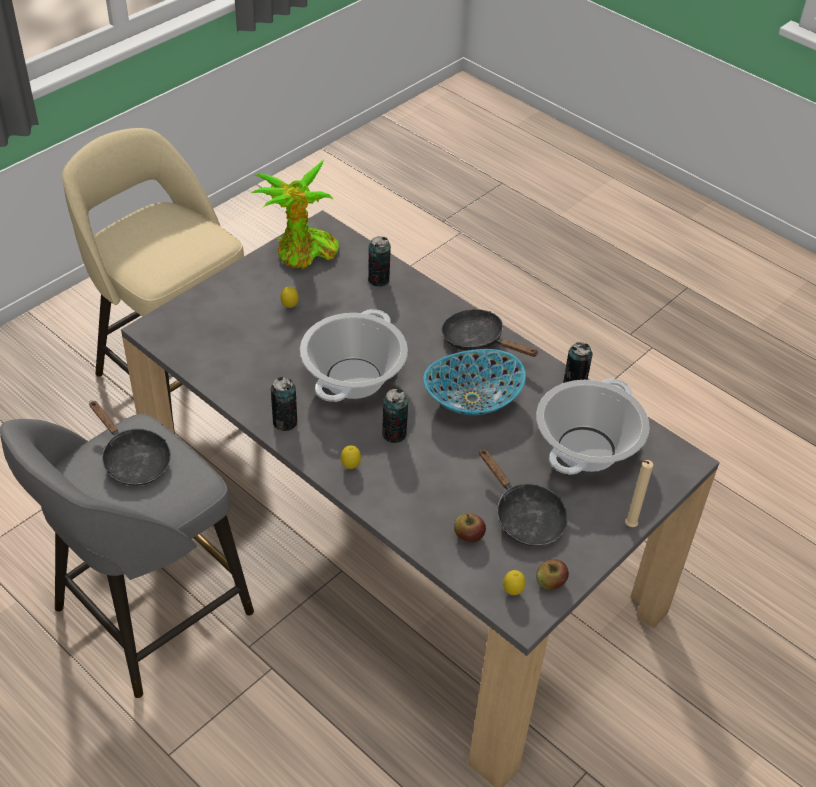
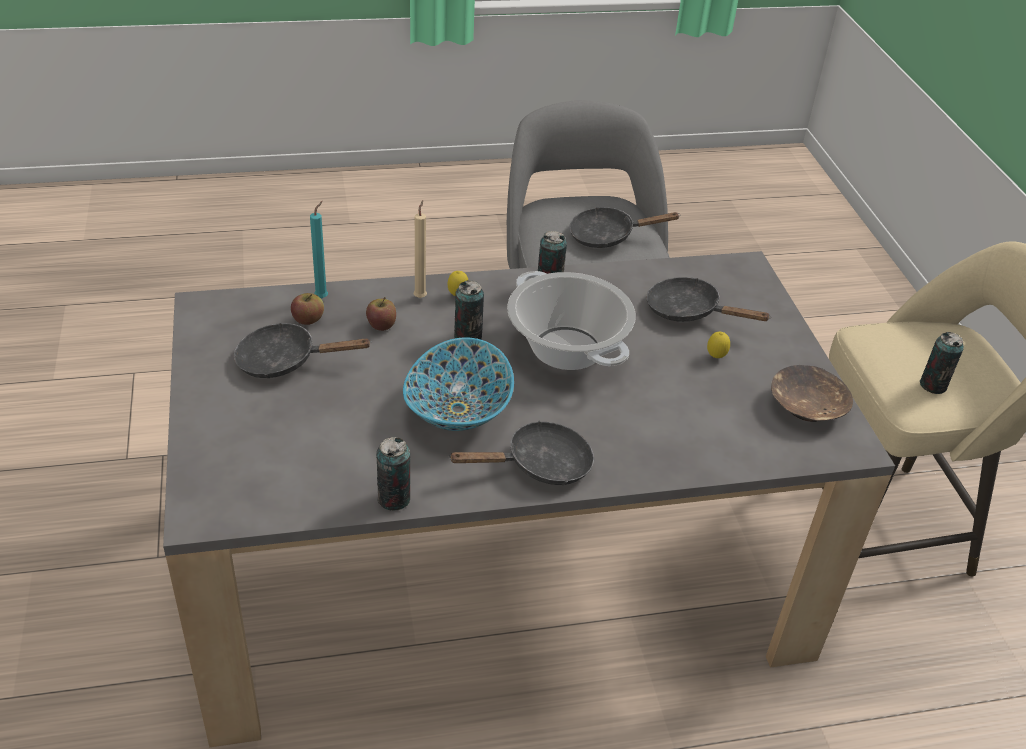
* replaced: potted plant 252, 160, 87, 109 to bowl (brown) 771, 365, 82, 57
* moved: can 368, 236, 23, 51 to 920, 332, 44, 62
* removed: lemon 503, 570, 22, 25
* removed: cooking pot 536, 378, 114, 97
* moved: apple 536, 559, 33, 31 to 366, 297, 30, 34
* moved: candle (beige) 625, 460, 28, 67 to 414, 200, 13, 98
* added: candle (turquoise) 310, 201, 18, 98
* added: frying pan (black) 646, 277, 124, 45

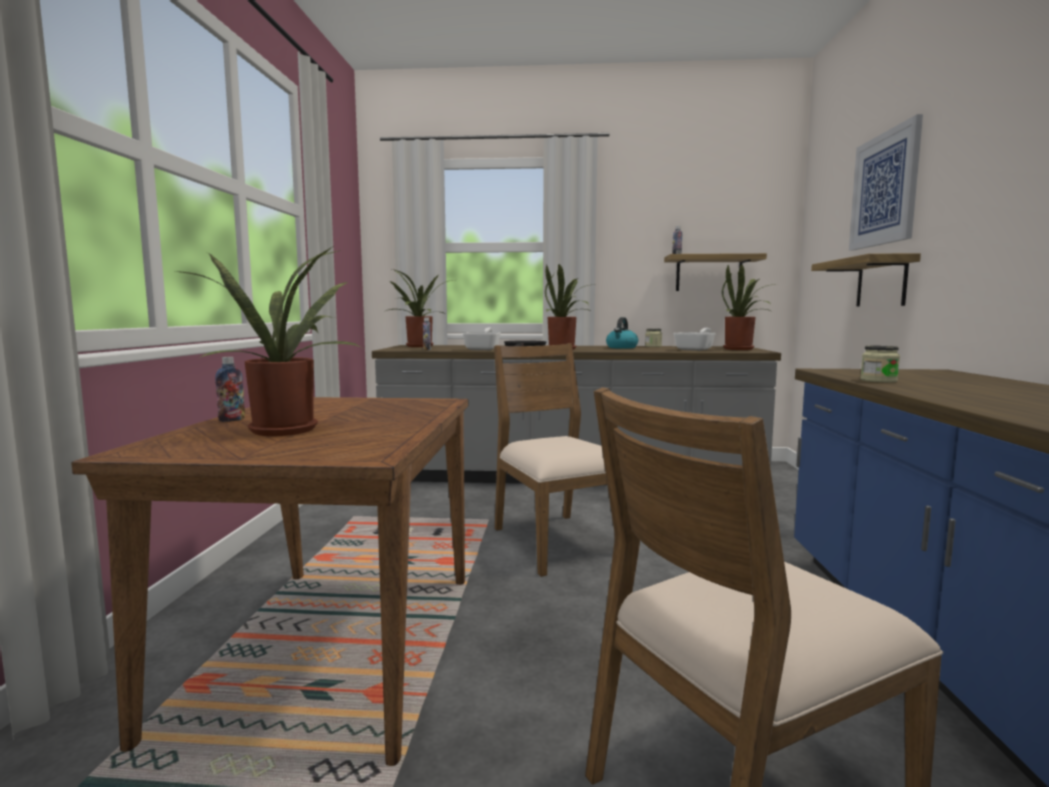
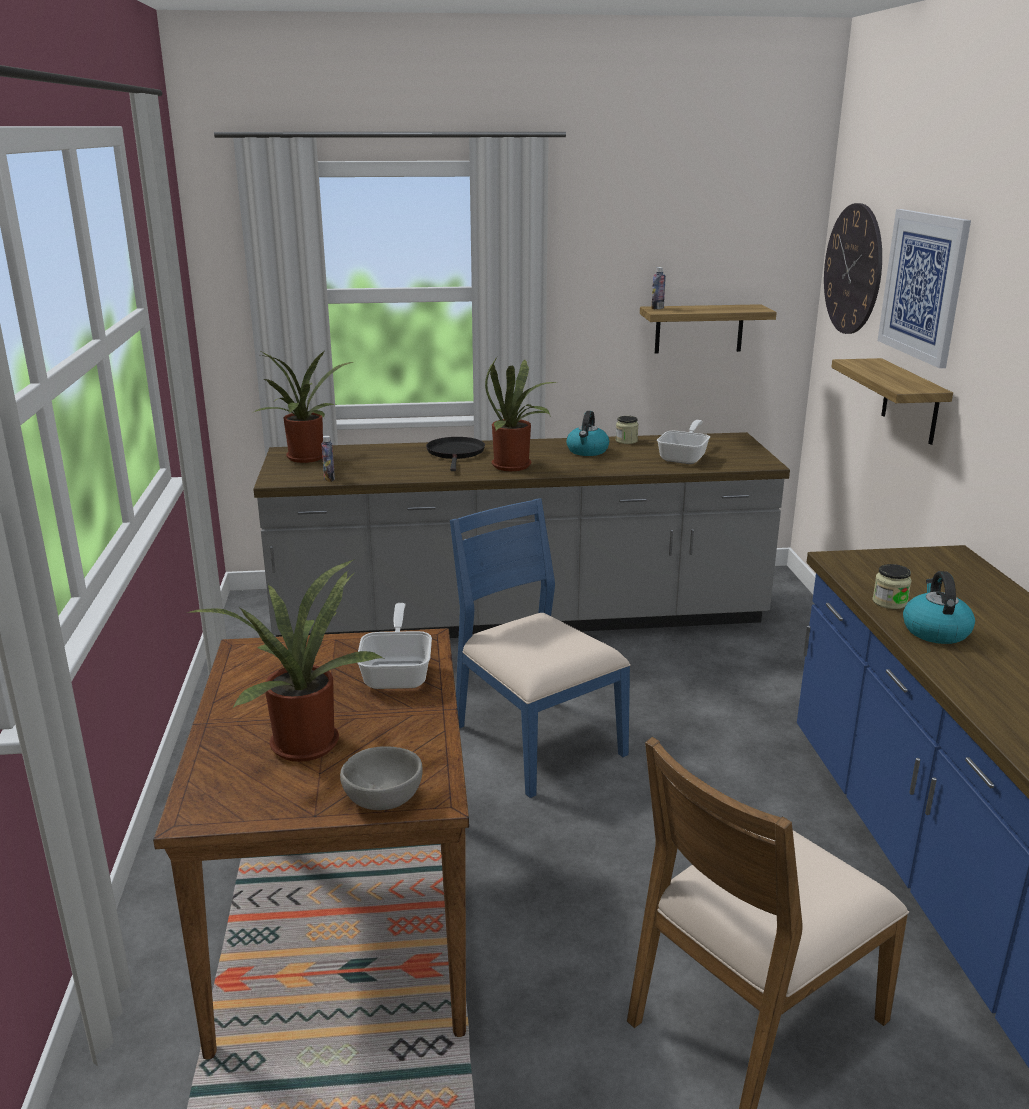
* removed: bottle 215, 357, 30, 65
* moved: frying pan 462, 327, 39, 23 to 358, 603, 74, 86
* recoloured: chair (brown) 494, 343, 113, 234 to chair (blue) 450, 498, 181, 300
* removed: potted plant 722, 264, 54, 86
* added: bowl (grey) 340, 746, 82, 64
* added: wall clock 824, 203, 58, 131
* added: kettle 903, 571, 72, 73

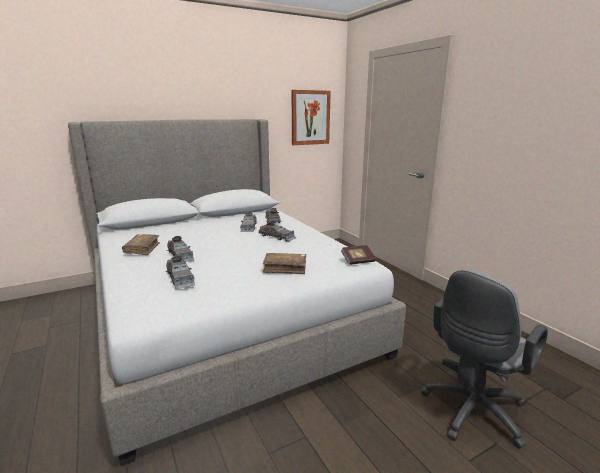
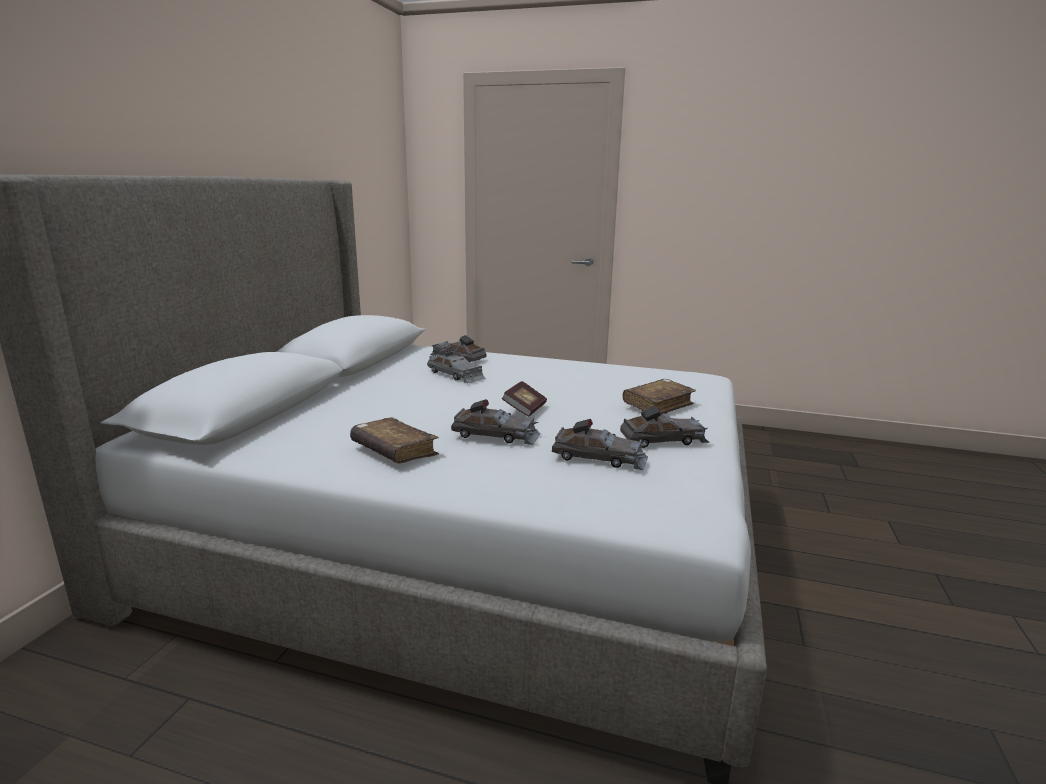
* moved: toy car (grey) 259, 221, 37, 21 to 620, 406, 90, 42
* removed: picture 292, 90, 39, 55
* moved: book 341, 245, 35, 20 to 502, 381, 45, 36
* removed: office chair (grey) 421, 269, 127, 180

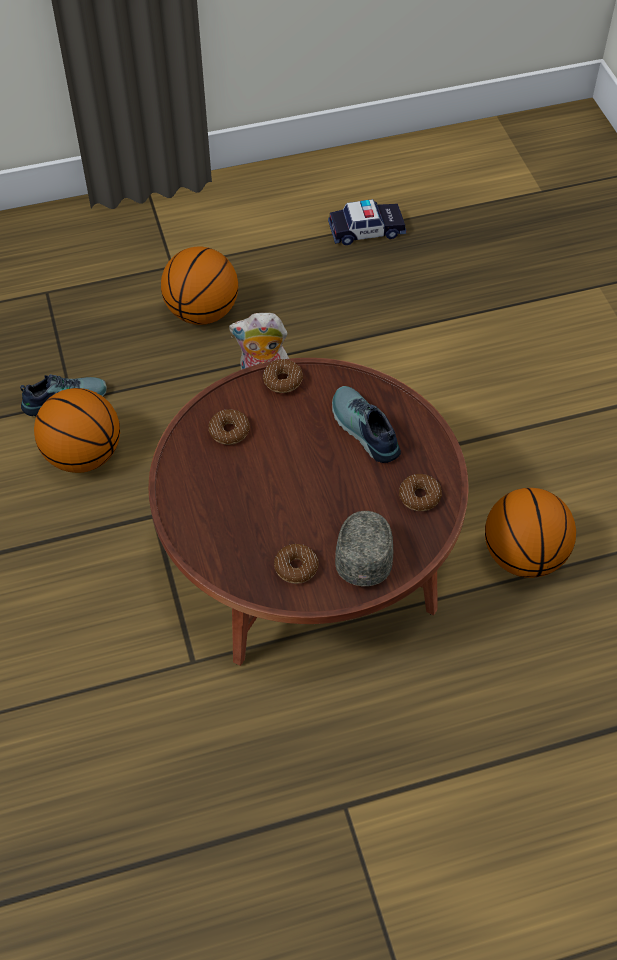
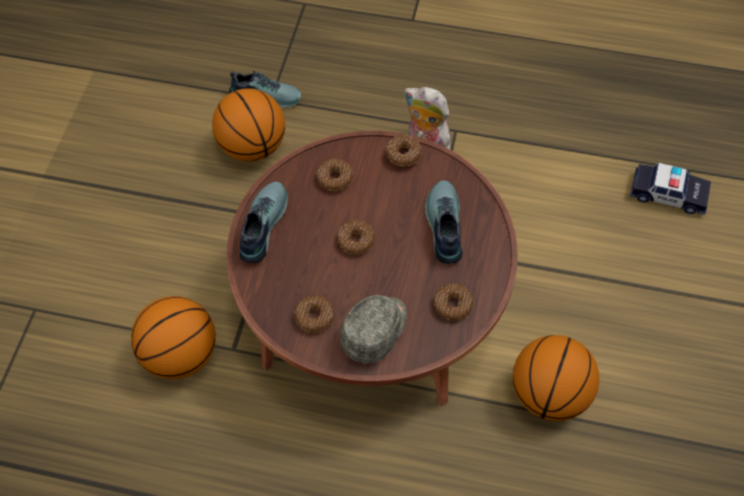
* moved: basketball 161, 247, 77, 78 to 131, 296, 85, 83
* moved: toy car 328, 199, 78, 46 to 630, 163, 81, 52
* added: shoe 240, 182, 48, 81
* added: donut 337, 220, 38, 35

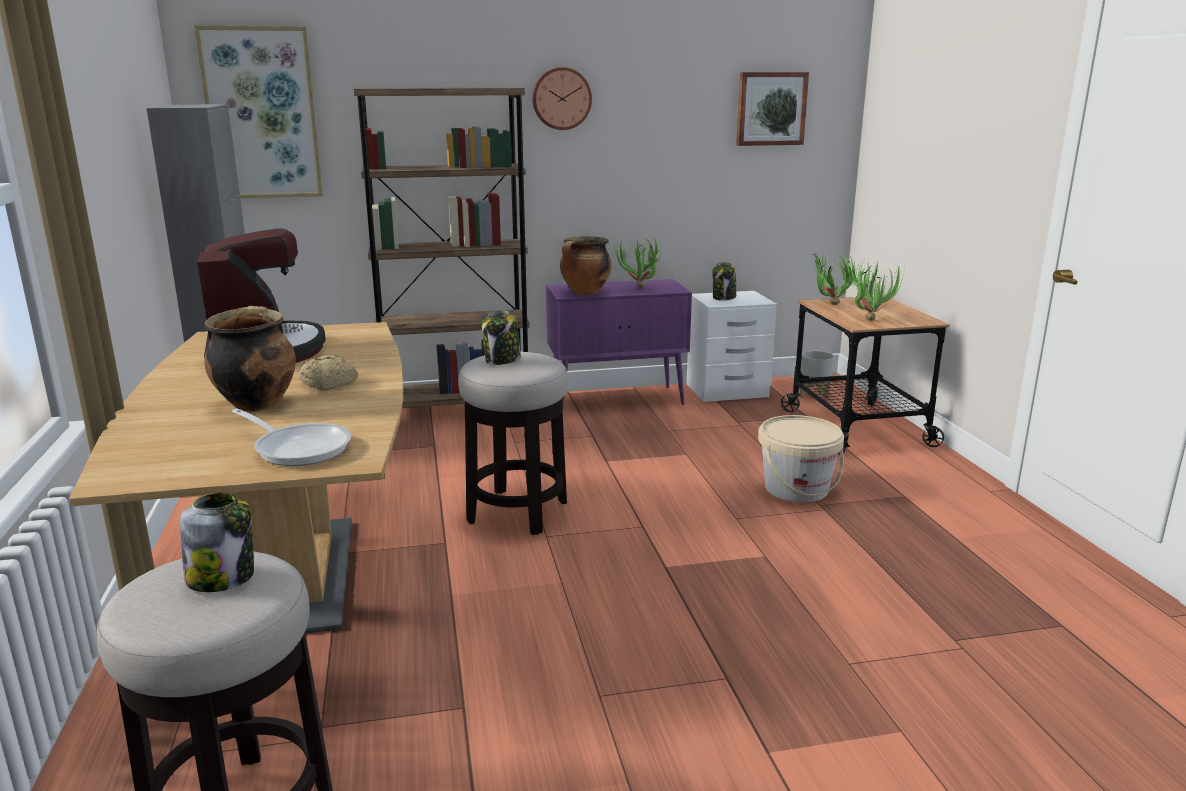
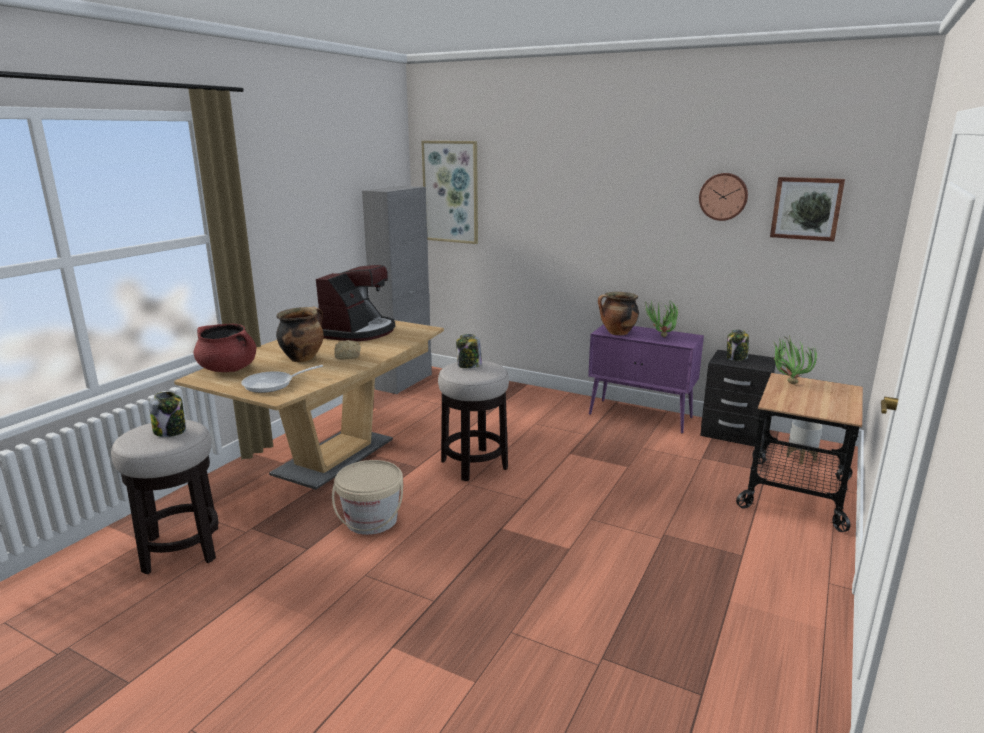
* turned: frying pan 232, 408, 119, 58 = 241, 365, 82, 28 75 degrees clockwise
* removed: bookcase (brown) 354, 87, 175, 321
* moved: wall clock 532, 67, 60, 63 to 699, 173, 49, 48
* recoloured: nightstand (white) 687, 291, 90, 111 to nightstand (black) 700, 350, 76, 97
* moved: bucket (beige) 758, 415, 86, 87 to 332, 460, 71, 75
* removed: potted plant 847, 260, 58, 61
* added: cooking pot (red) 193, 324, 63, 48

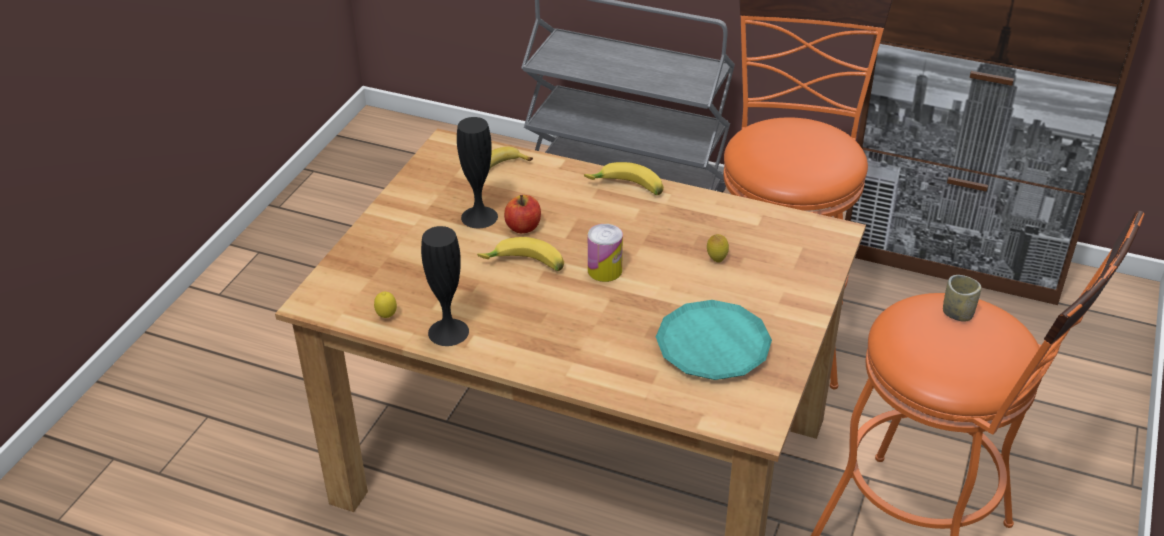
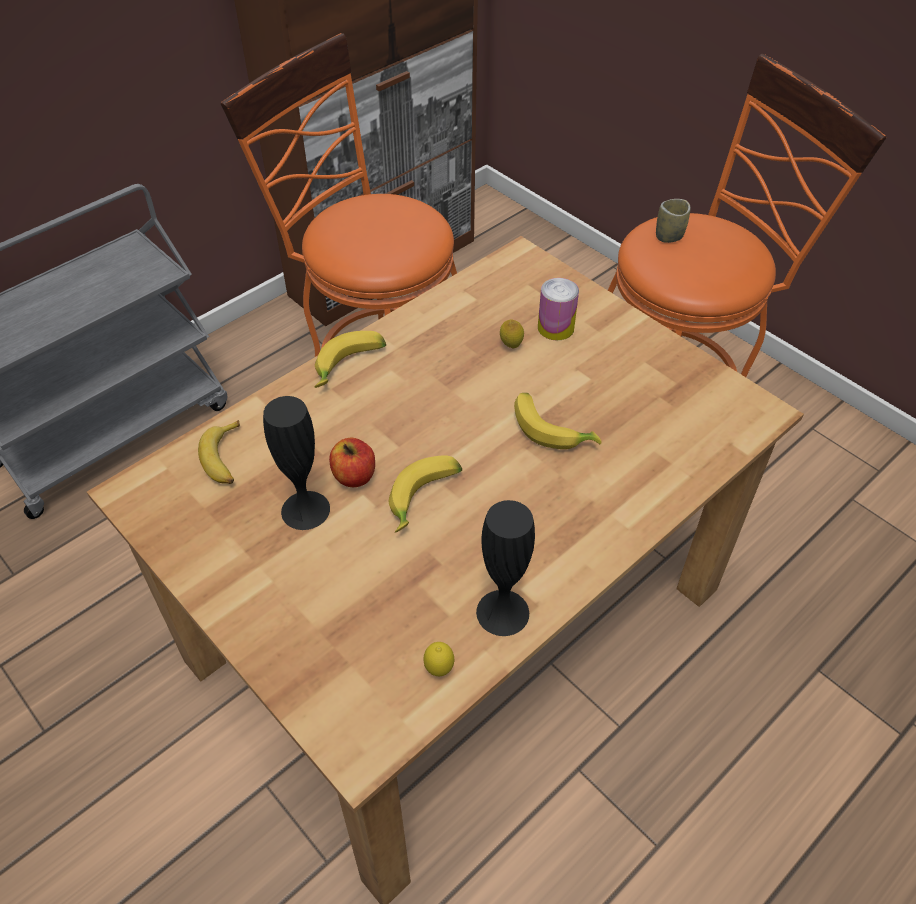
* moved: can 588, 224, 35, 58 to 538, 278, 41, 63
* removed: plate (turquoise) 656, 300, 116, 80
* added: banana 514, 393, 88, 56

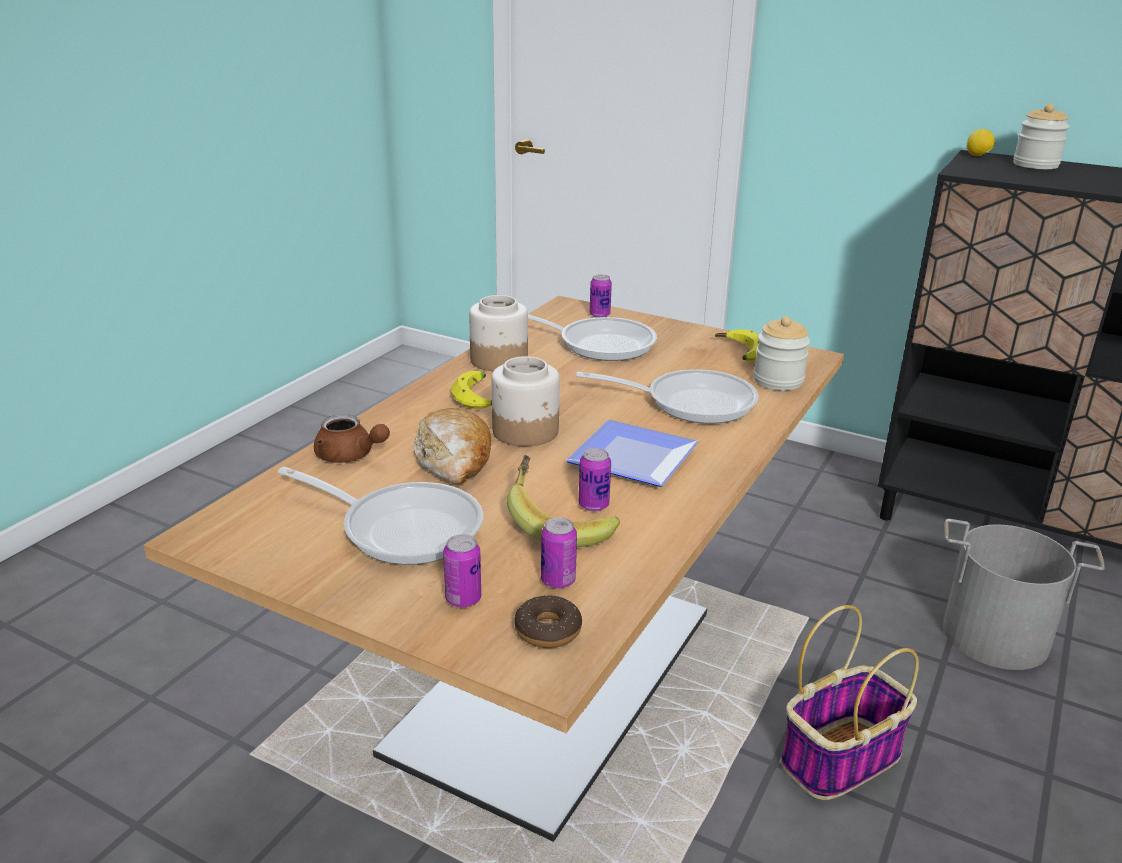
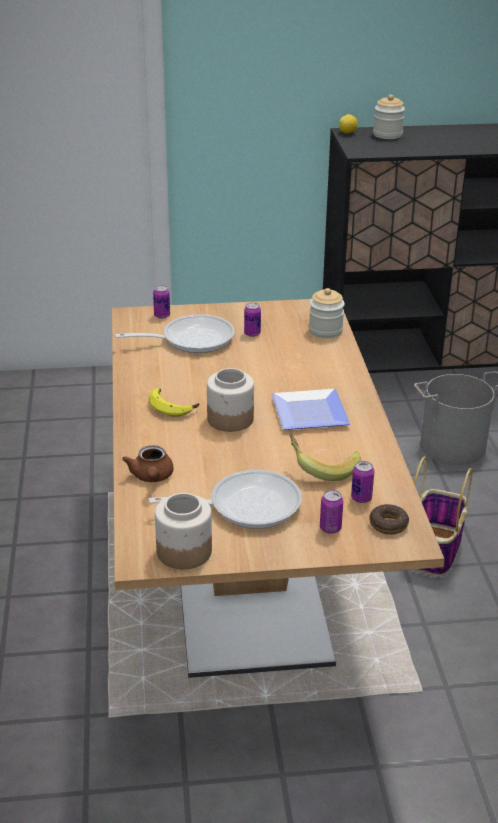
* turned: teapot (brown) 314, 414, 76, 49 = 122, 445, 51, 37 90 degrees clockwise
* removed: bread 414, 408, 77, 76
* moved: jar 469, 295, 59, 76 to 155, 493, 57, 76
* removed: frying pan 576, 369, 183, 55
* moved: can 579, 448, 32, 63 to 244, 303, 17, 34
* removed: banana 715, 329, 44, 33

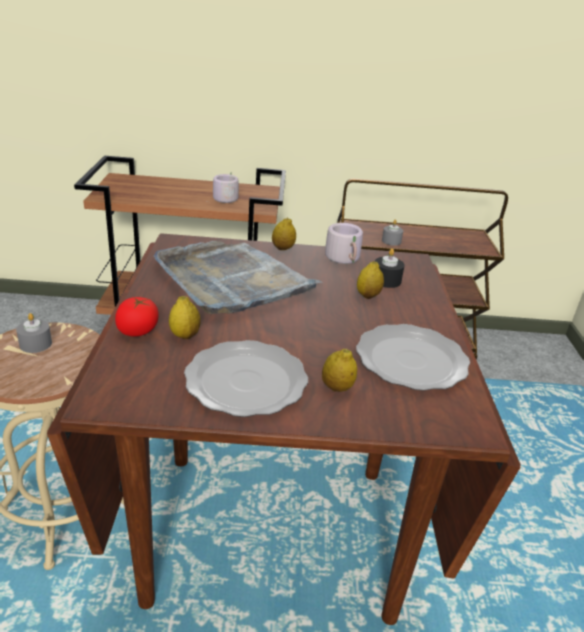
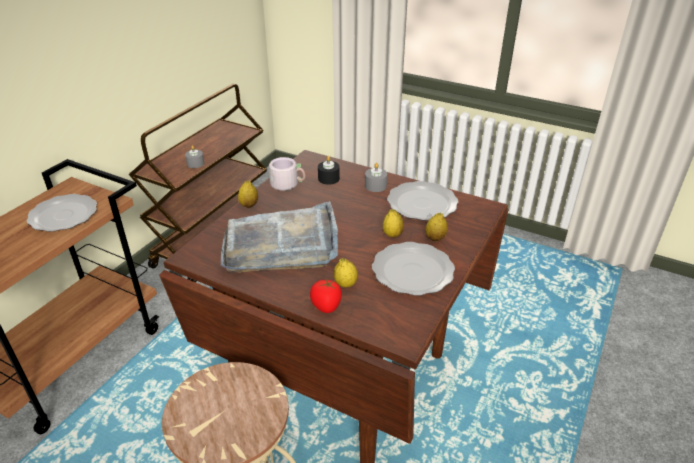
* moved: candle (grey) 16, 313, 36, 40 to 365, 163, 22, 29
* replaced: mug (grey) 205, 173, 34, 30 to plate 27, 194, 70, 38
* moved: lemon 357, 261, 27, 38 to 383, 209, 21, 29

